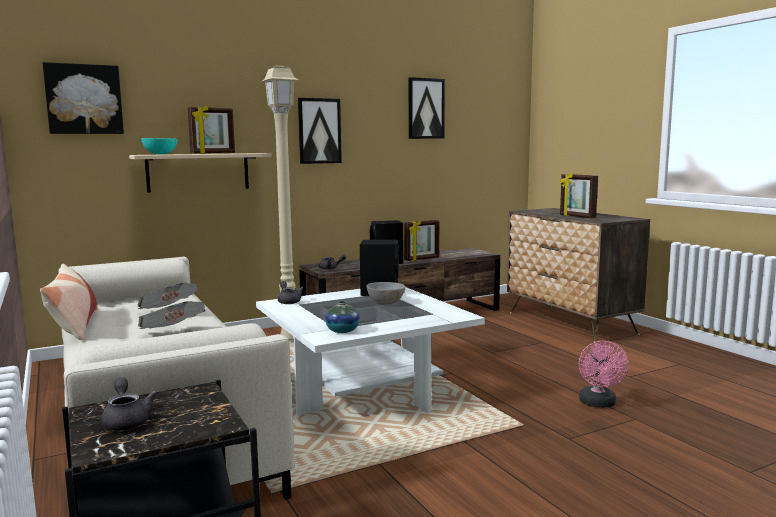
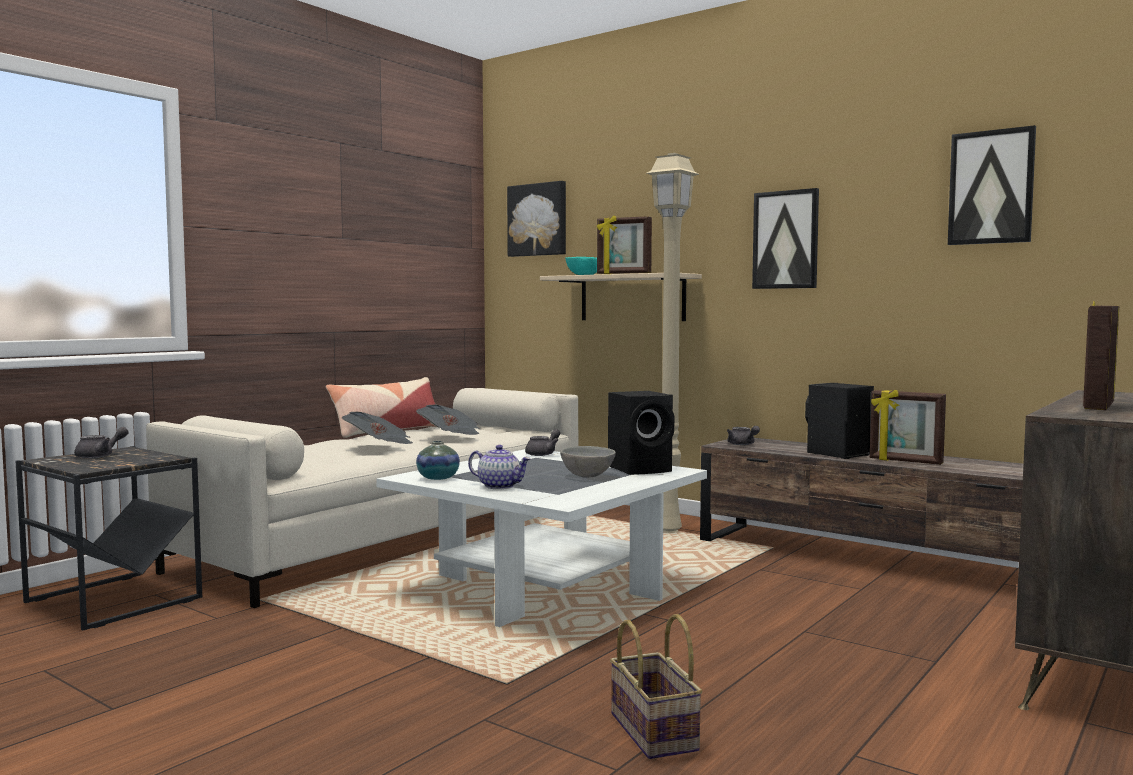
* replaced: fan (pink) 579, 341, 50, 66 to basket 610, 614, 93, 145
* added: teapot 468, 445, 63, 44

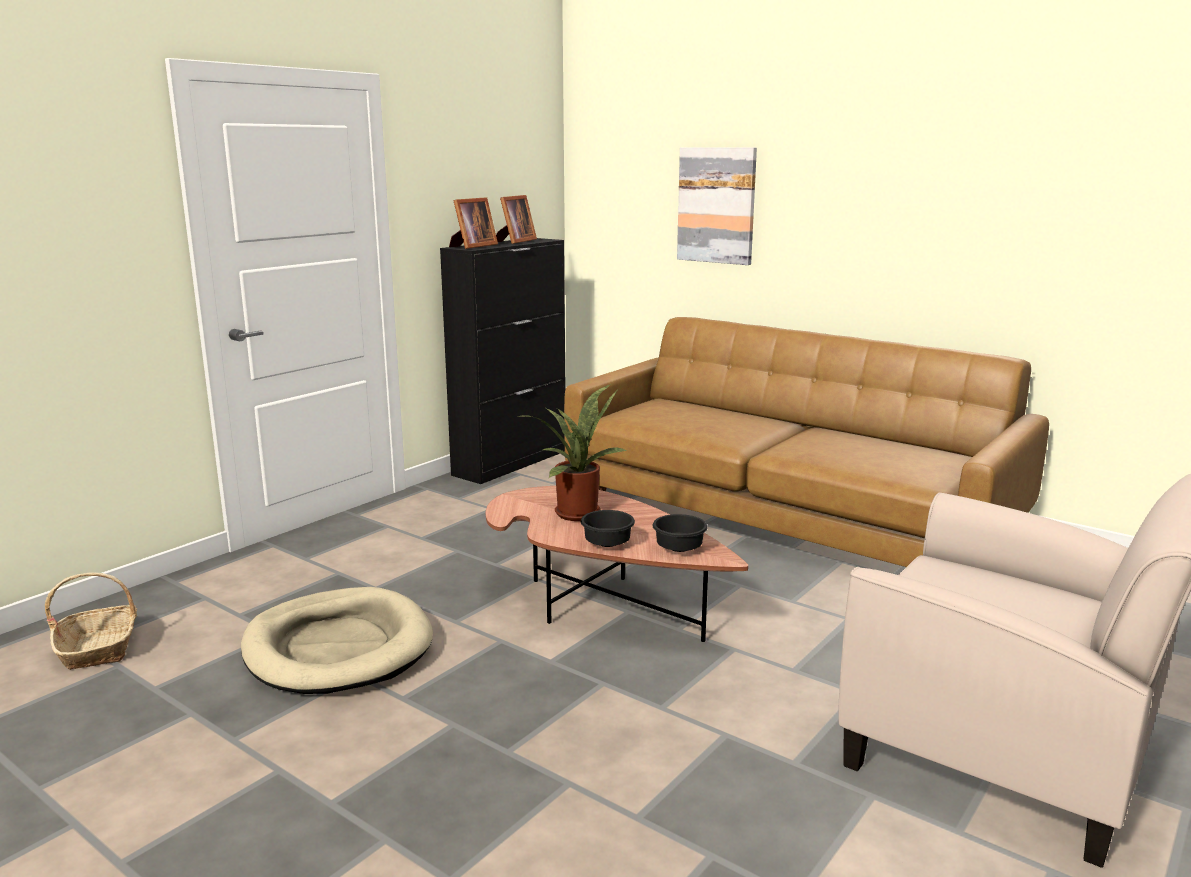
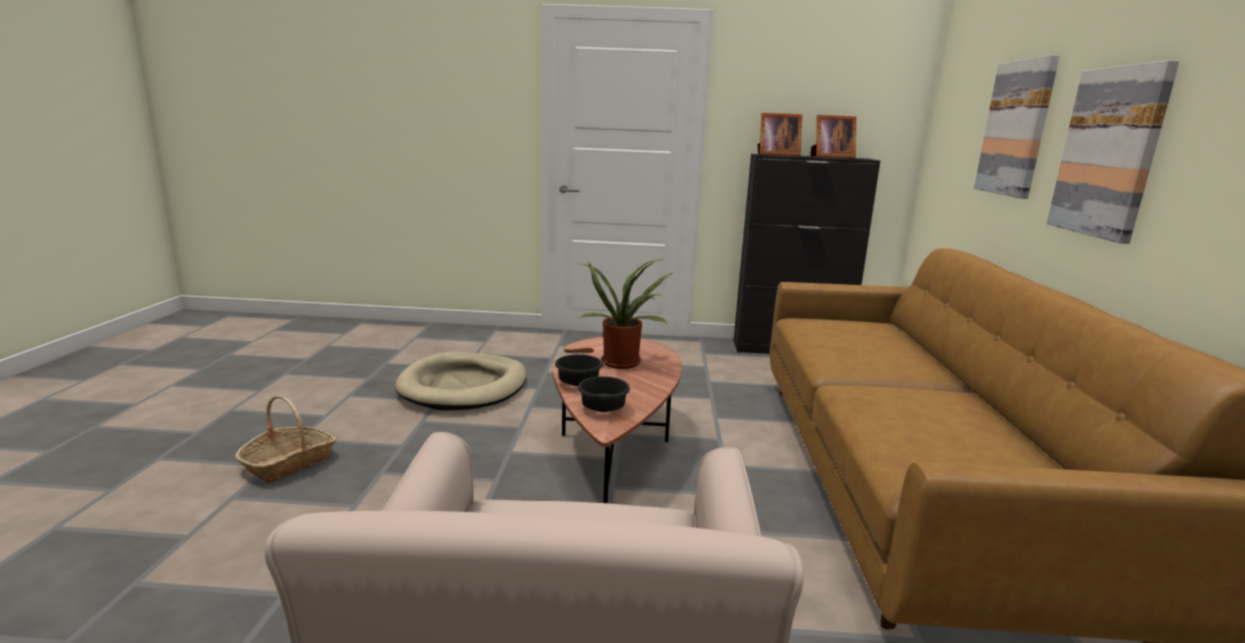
* moved: basket 45, 573, 92, 97 to 235, 395, 101, 88
* added: picture 1046, 60, 134, 184

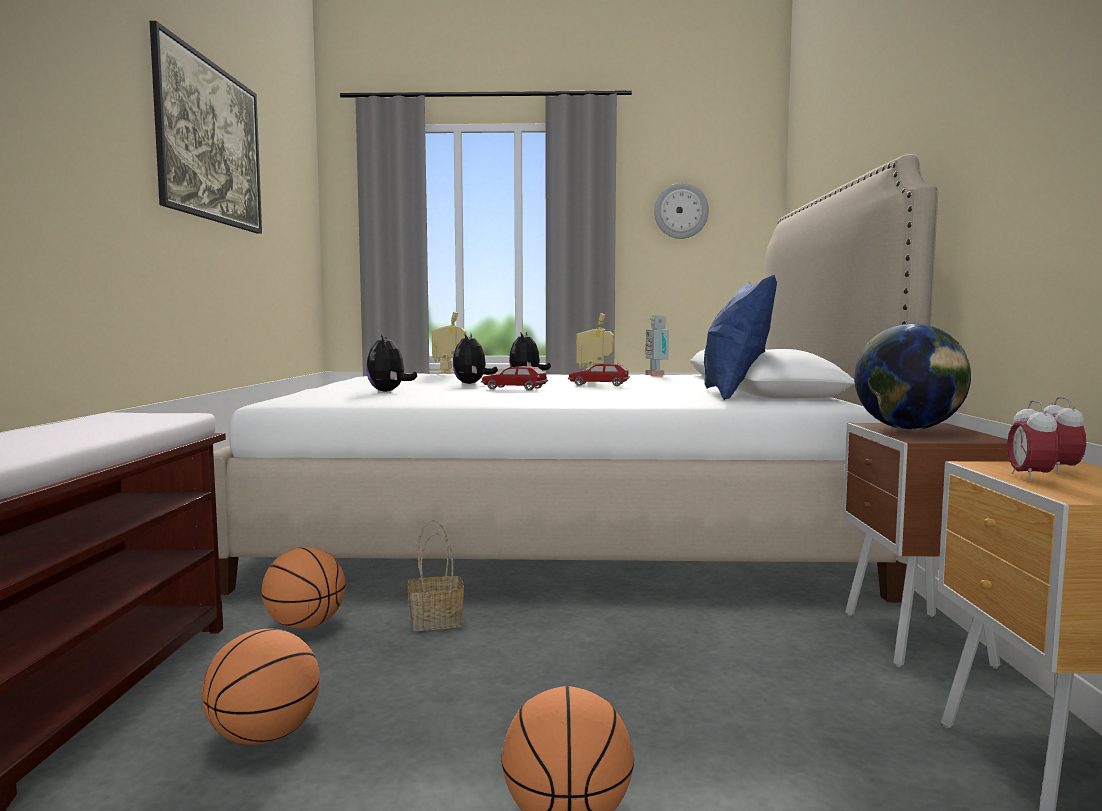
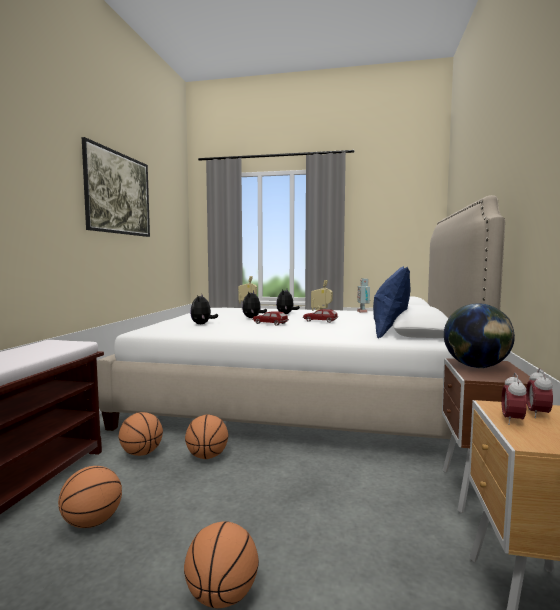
* replaced: basket 408, 520, 56, 111 to basketball 185, 414, 44, 45
* removed: wall clock 654, 183, 55, 56

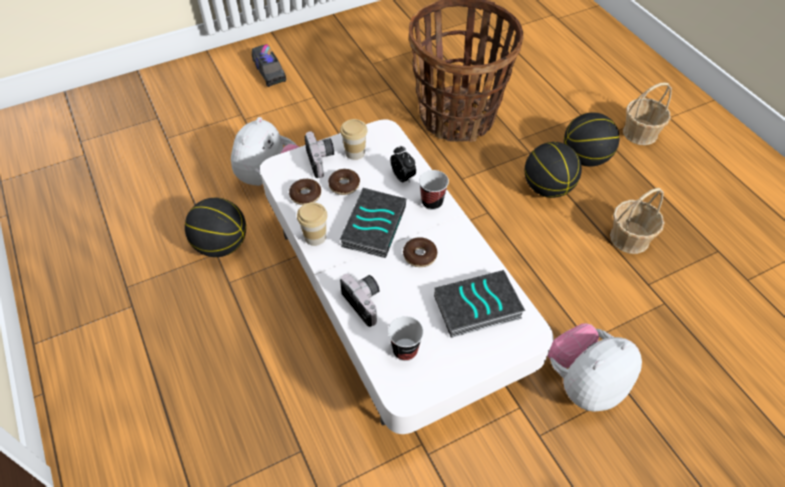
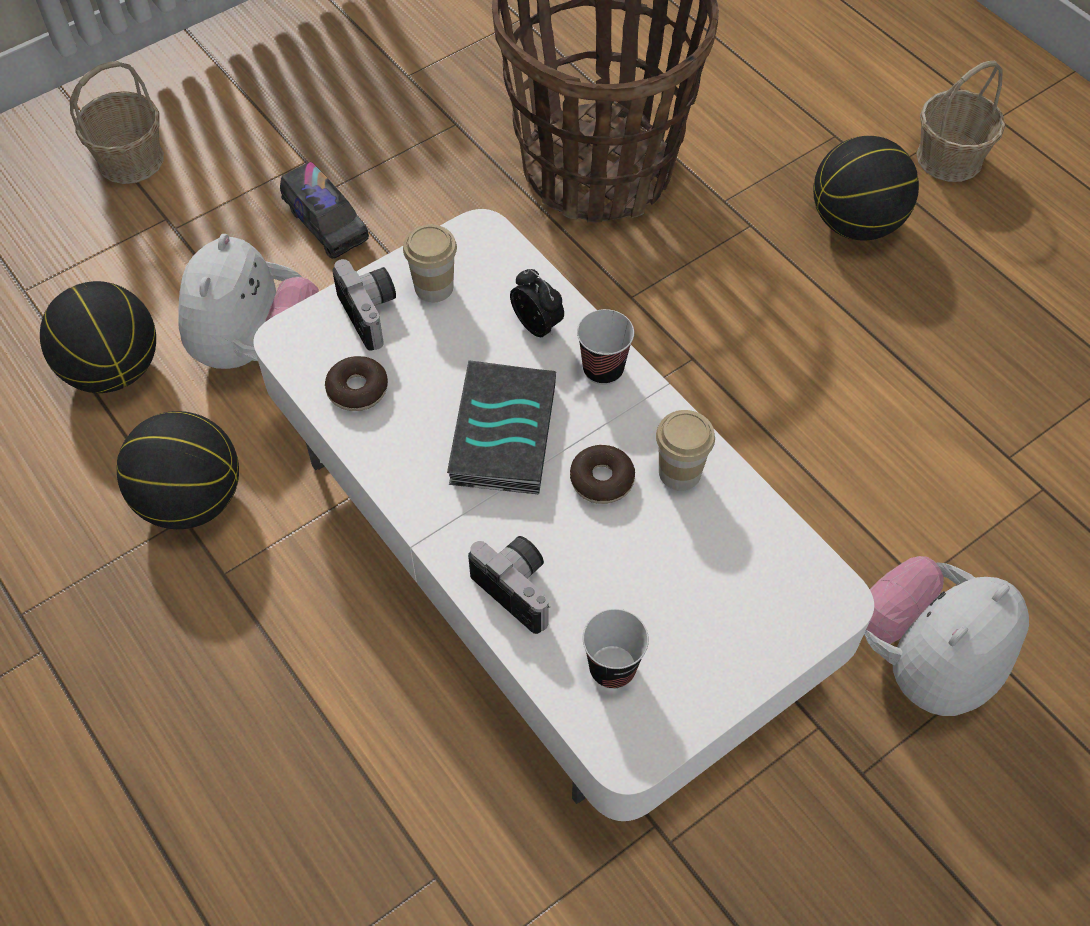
* moved: toy truck 252, 44, 34, 43 to 280, 162, 89, 97
* moved: cup 297, 202, 30, 44 to 656, 410, 59, 81
* removed: donut 328, 169, 32, 26
* removed: book 434, 270, 91, 68
* moved: basketball 525, 142, 57, 56 to 40, 281, 116, 112
* moved: basket 610, 188, 54, 66 to 70, 61, 94, 123

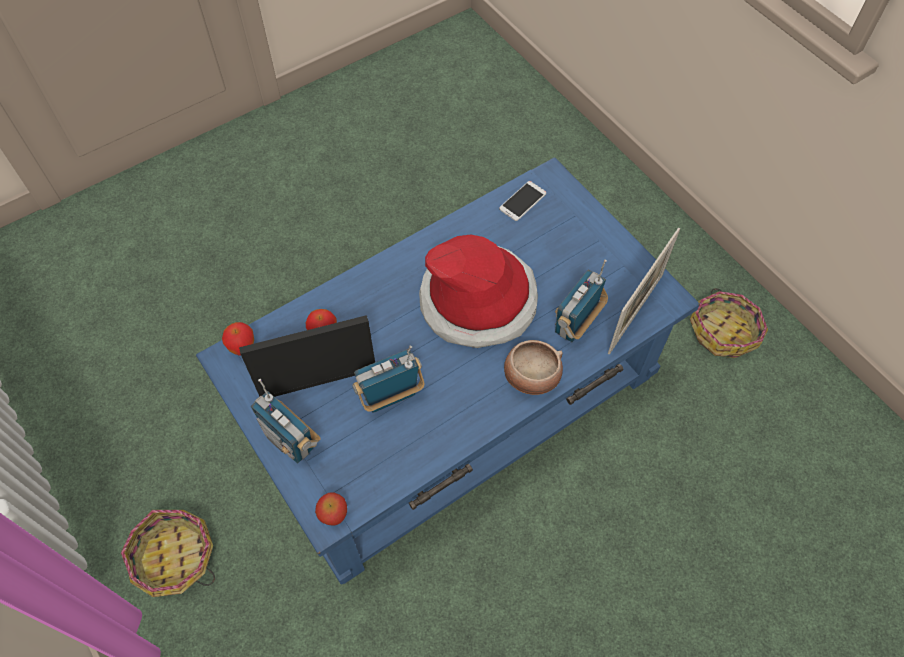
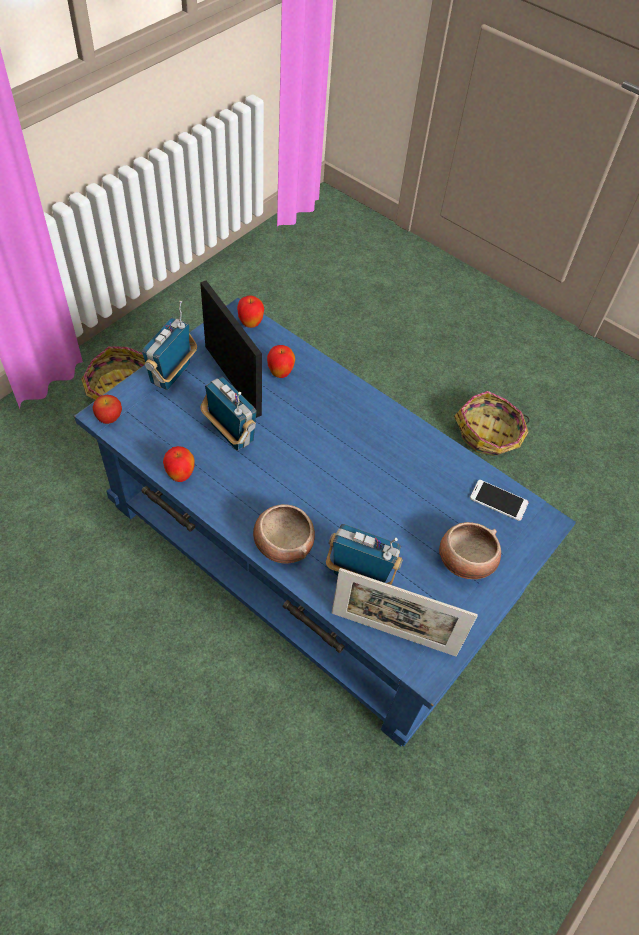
* removed: hat 419, 235, 119, 113
* moved: basket 690, 288, 78, 70 to 454, 391, 76, 65
* added: apple 163, 446, 32, 36
* added: bowl 439, 522, 62, 57

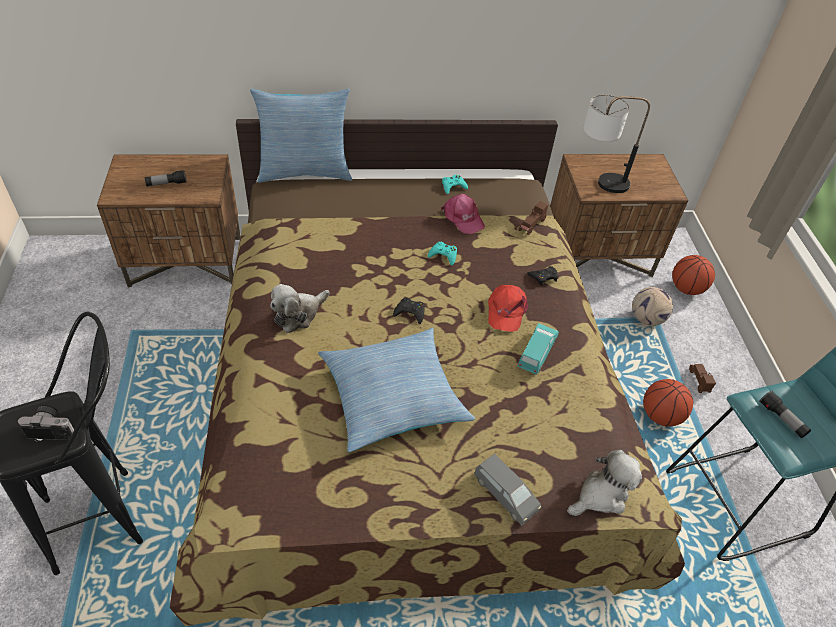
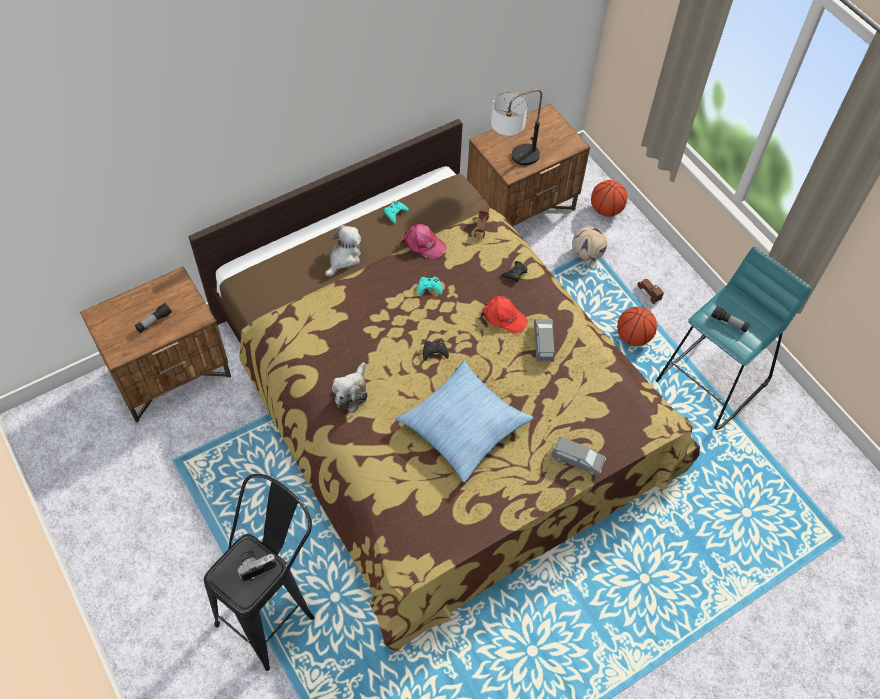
* removed: pillow 250, 89, 102, 94
* turned: cap (red) 488, 285, 40, 47 = 481, 296, 47, 38 45 degrees counterclockwise
* recoloured: toy car (turquoise) 517, 323, 42, 52 to toy car (grey) 534, 318, 21, 44
* moved: plush toy 567, 450, 75, 66 to 325, 225, 36, 52

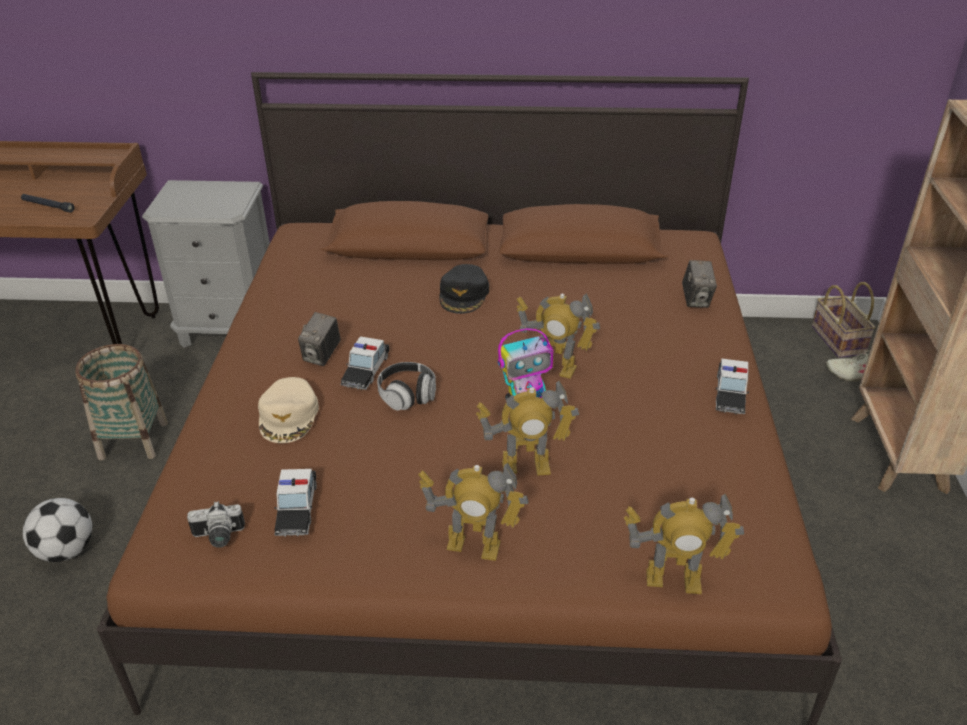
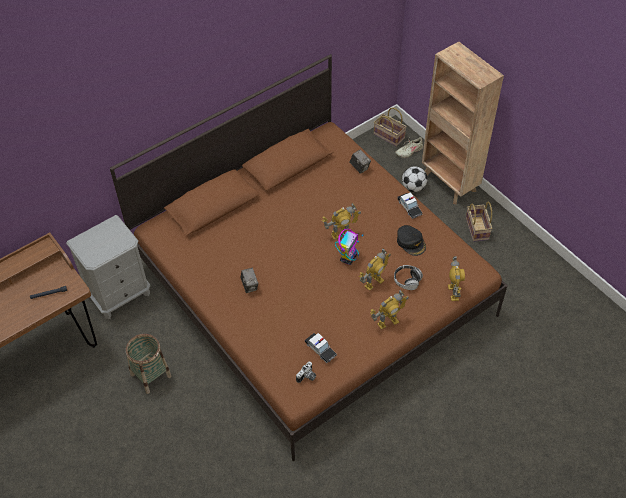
* moved: football 23, 498, 69, 64 to 402, 166, 26, 26
* removed: cap (beige) 258, 377, 61, 66
* removed: toy car 340, 336, 50, 54
* moved: headphones 377, 362, 59, 49 to 394, 265, 29, 25
* moved: cap (black) 439, 264, 50, 50 to 397, 225, 29, 31
* turned: toy robot 624, 493, 120, 101 = 448, 256, 17, 45 60 degrees counterclockwise
* added: basket 466, 202, 26, 40

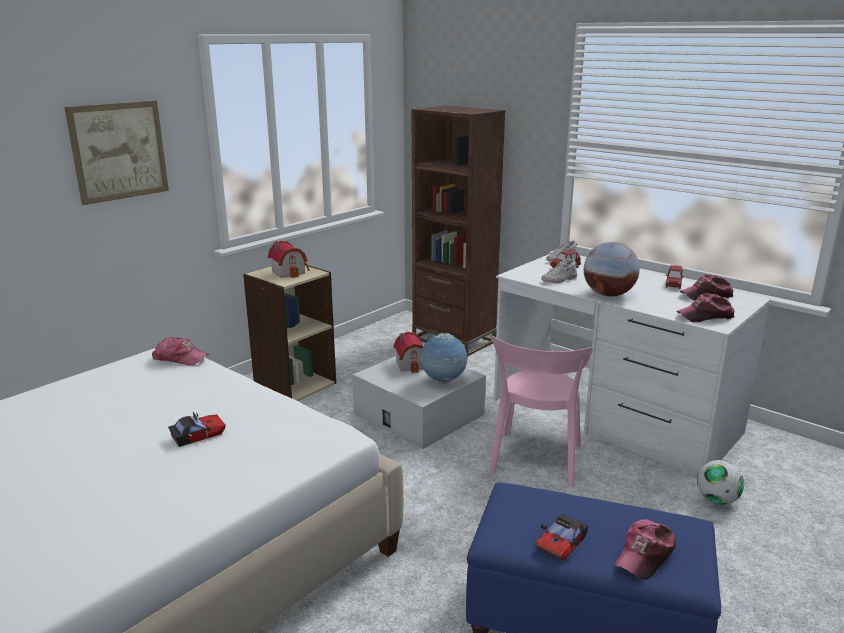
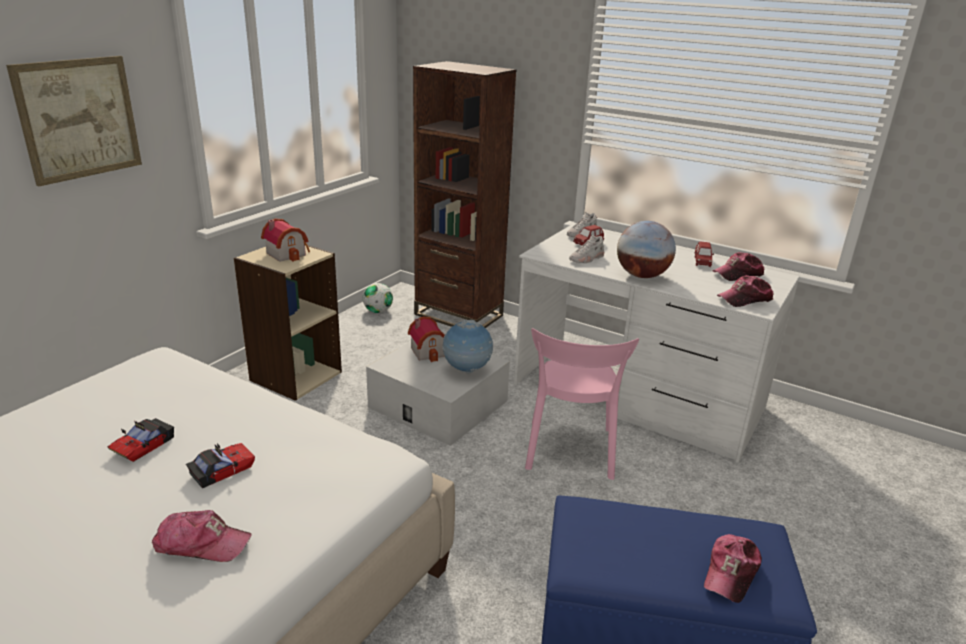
* moved: cap 152, 337, 57, 29 to 152, 510, 100, 52
* moved: toy car 536, 514, 52, 47 to 108, 418, 66, 44
* moved: football 697, 460, 47, 45 to 363, 283, 30, 30

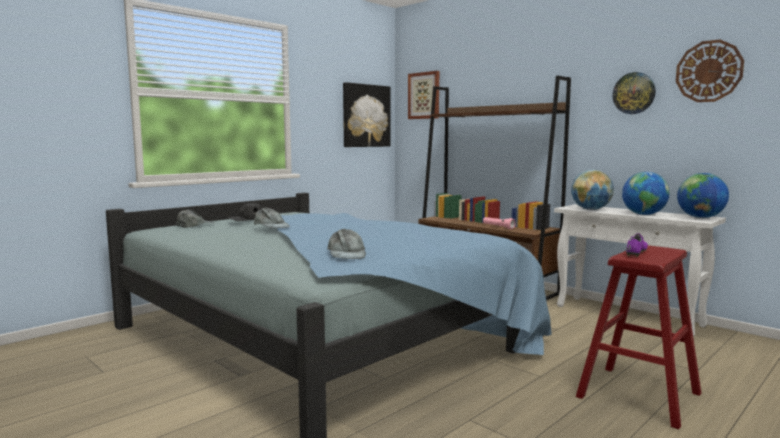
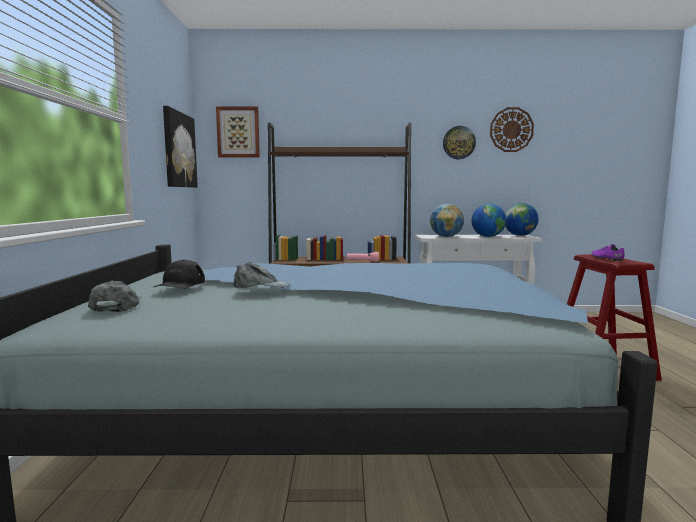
* removed: cap (grey) 327, 229, 39, 30

